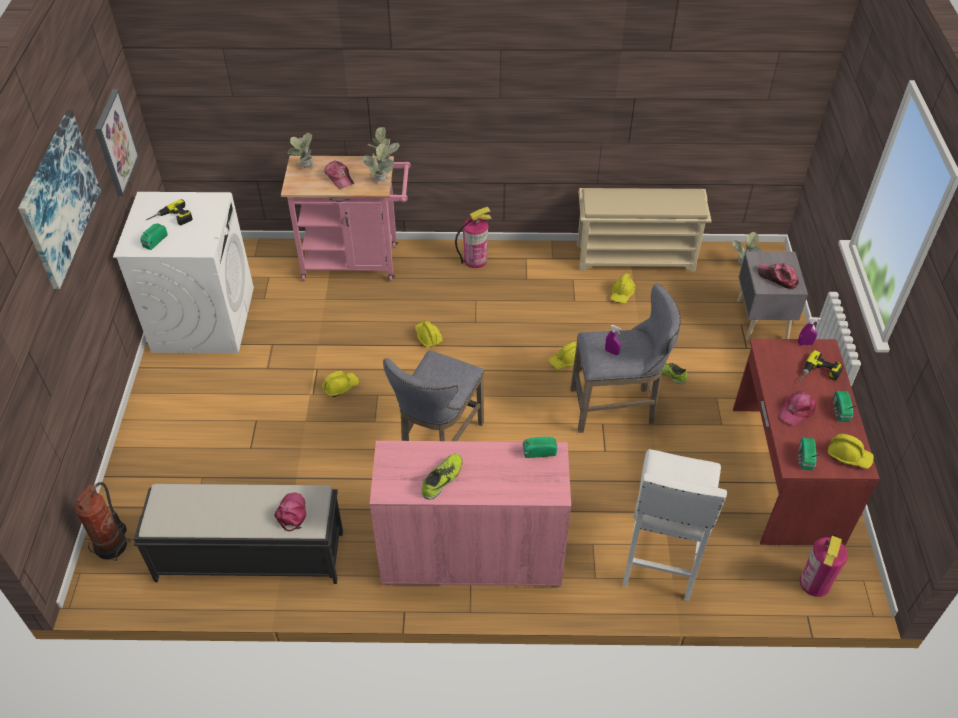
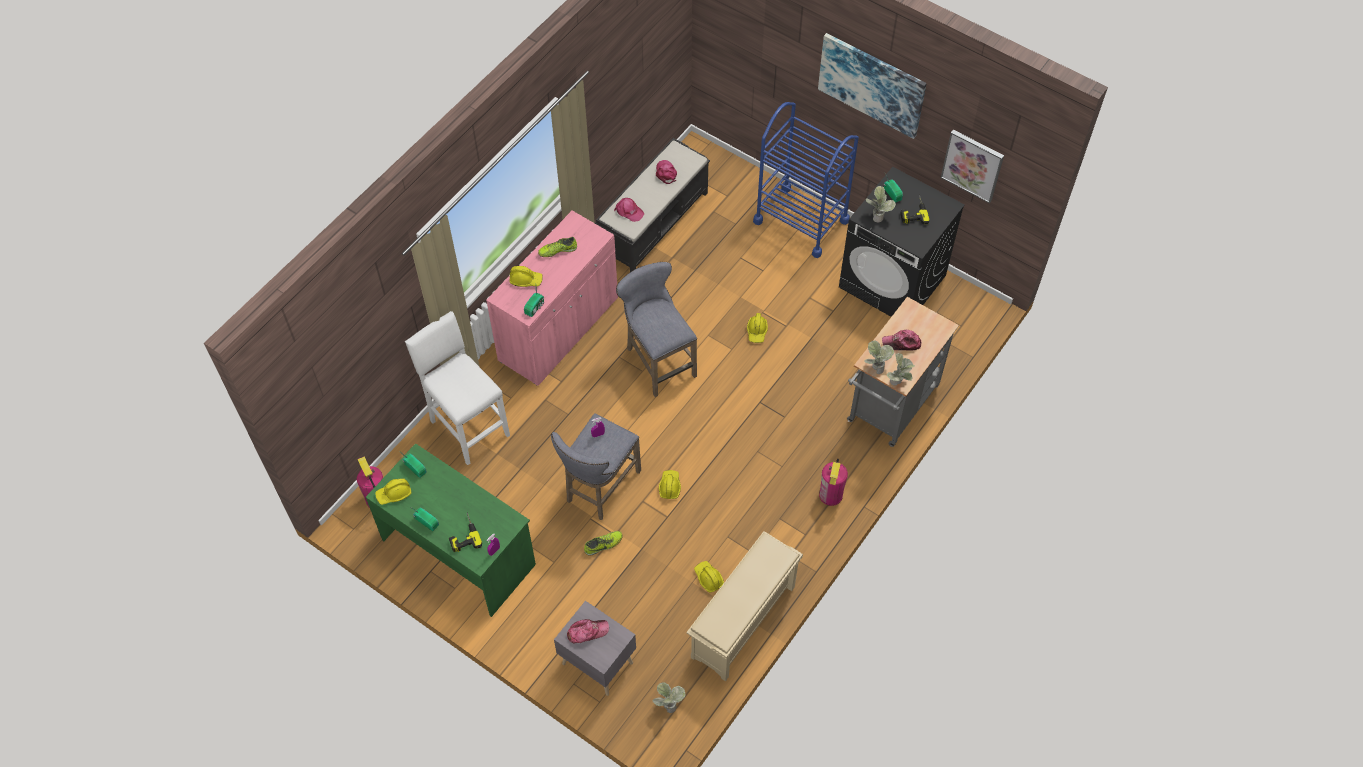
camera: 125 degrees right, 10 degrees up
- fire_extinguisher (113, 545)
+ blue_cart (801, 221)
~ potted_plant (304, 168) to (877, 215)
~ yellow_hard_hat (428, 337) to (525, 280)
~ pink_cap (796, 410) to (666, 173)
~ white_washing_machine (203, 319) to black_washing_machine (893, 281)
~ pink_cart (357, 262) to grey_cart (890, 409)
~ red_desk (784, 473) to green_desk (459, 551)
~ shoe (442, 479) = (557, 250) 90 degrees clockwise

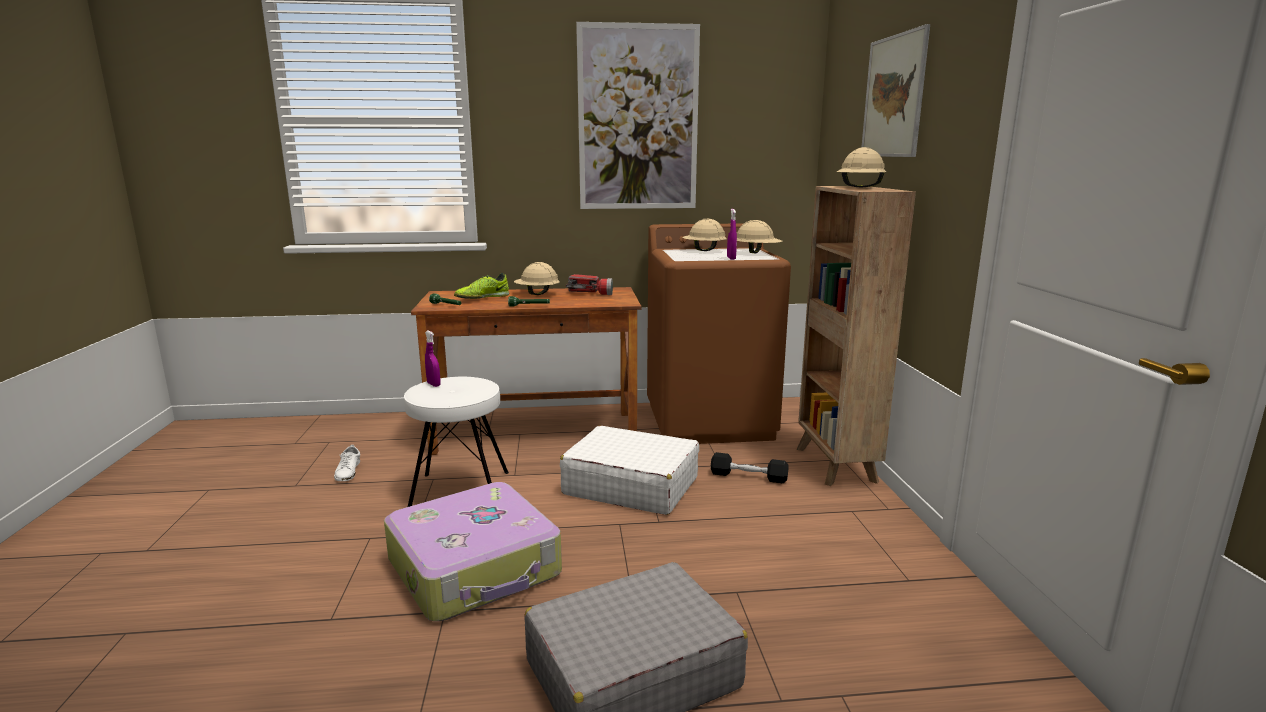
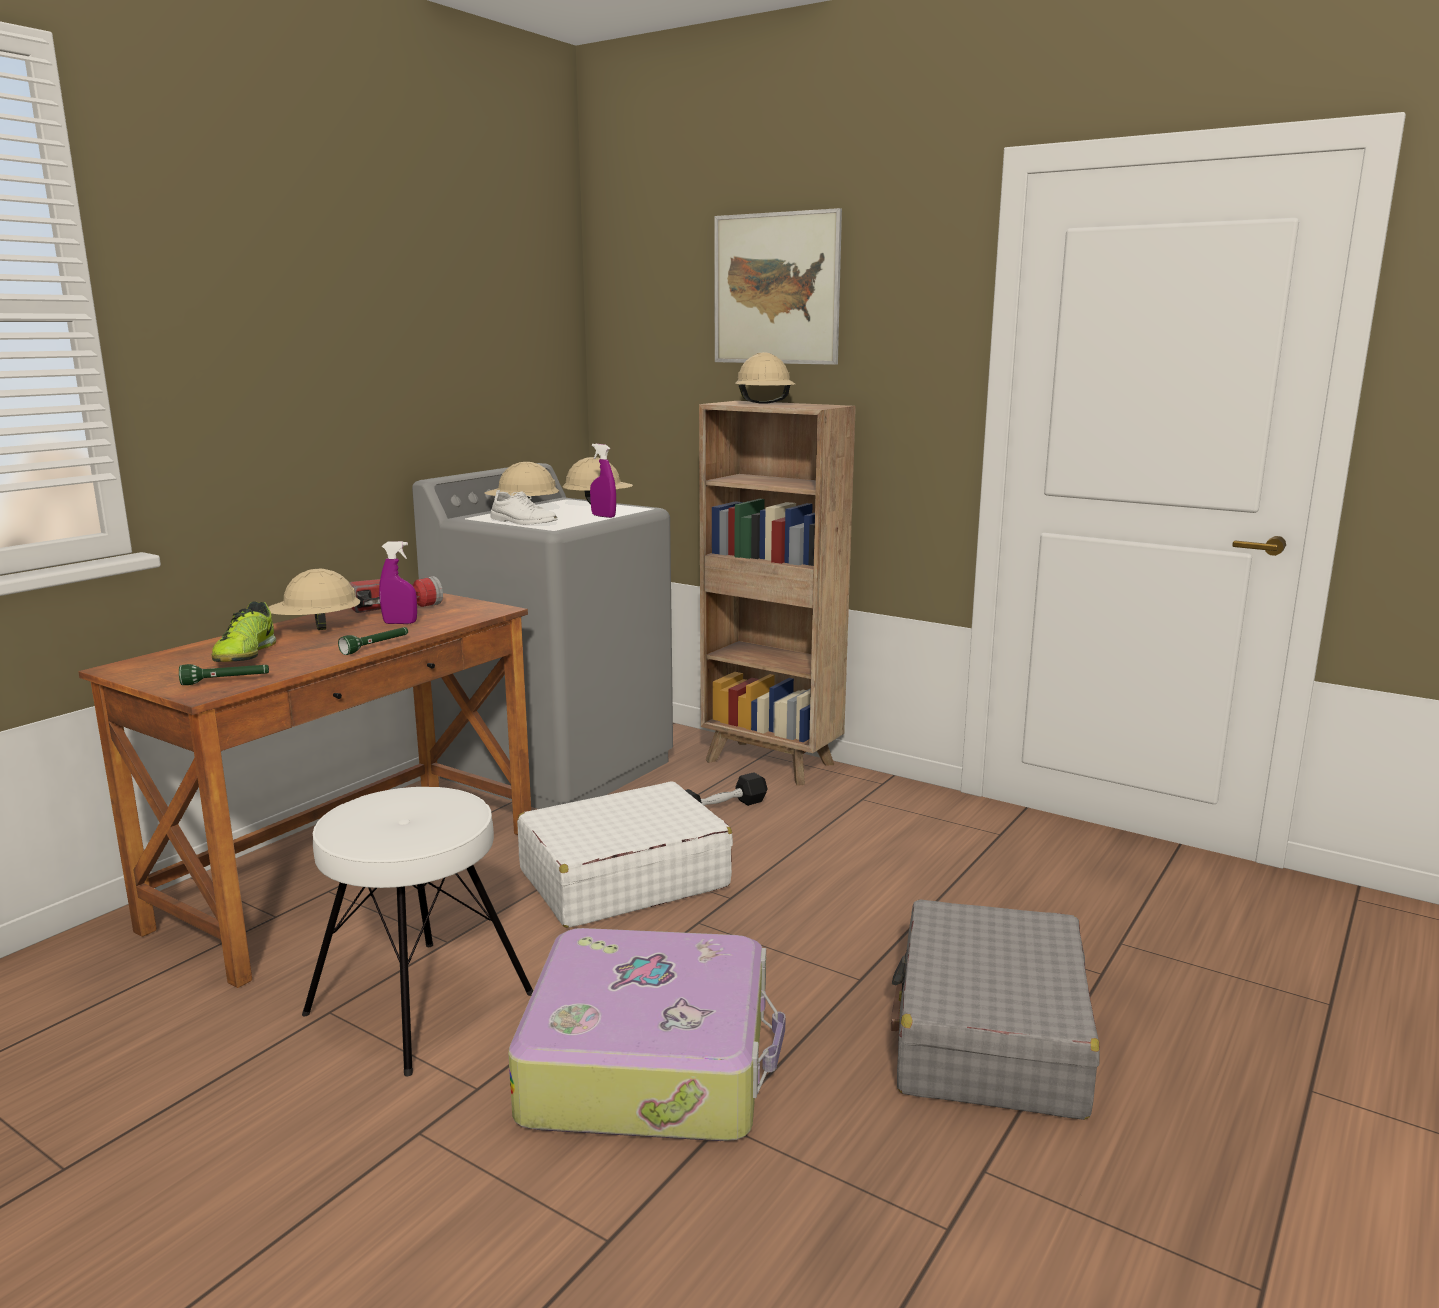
camera: 50 degrees left, 0 degrees up
- picture (638, 119)
~ white_shoe (348, 472) to (523, 521)
~ purple_spray_bottle (433, 384) to (400, 623)
~ brown_washing_machine (710, 421) to grey_washing_machine (557, 768)

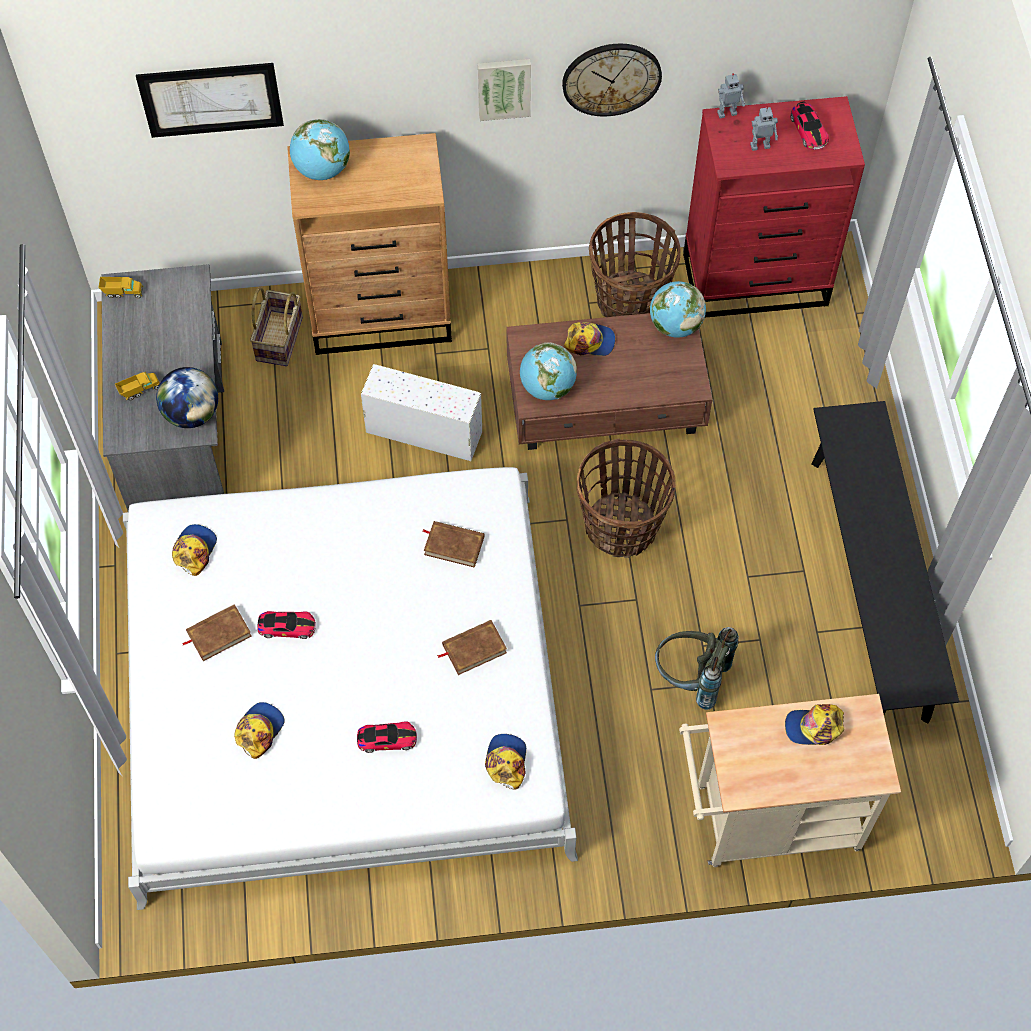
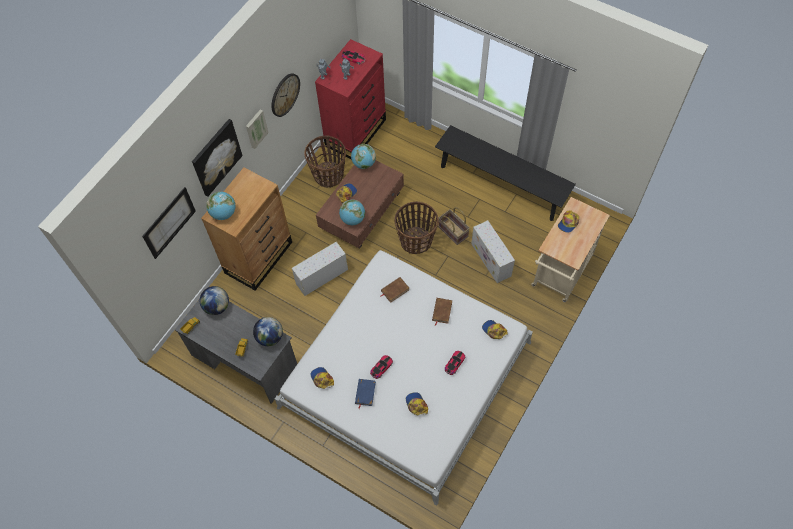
camera: 50 degrees left, 0 degrees up
+ picture (216, 157)
+ globe (217, 306)
~ basket (280, 339) to (453, 231)
~ grey_backpack (691, 678) to white_storage_box (491, 260)
~ brown_book (218, 634) to blue_book (365, 393)

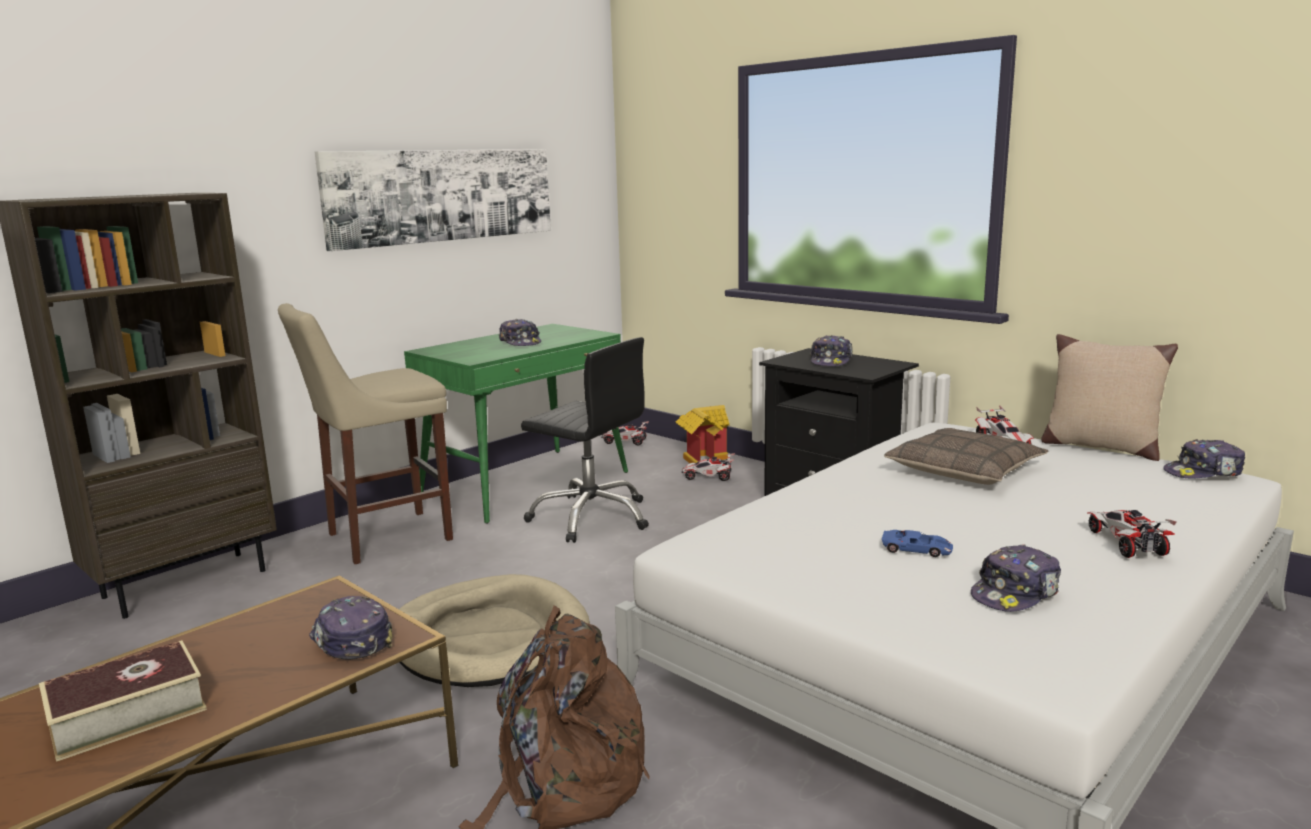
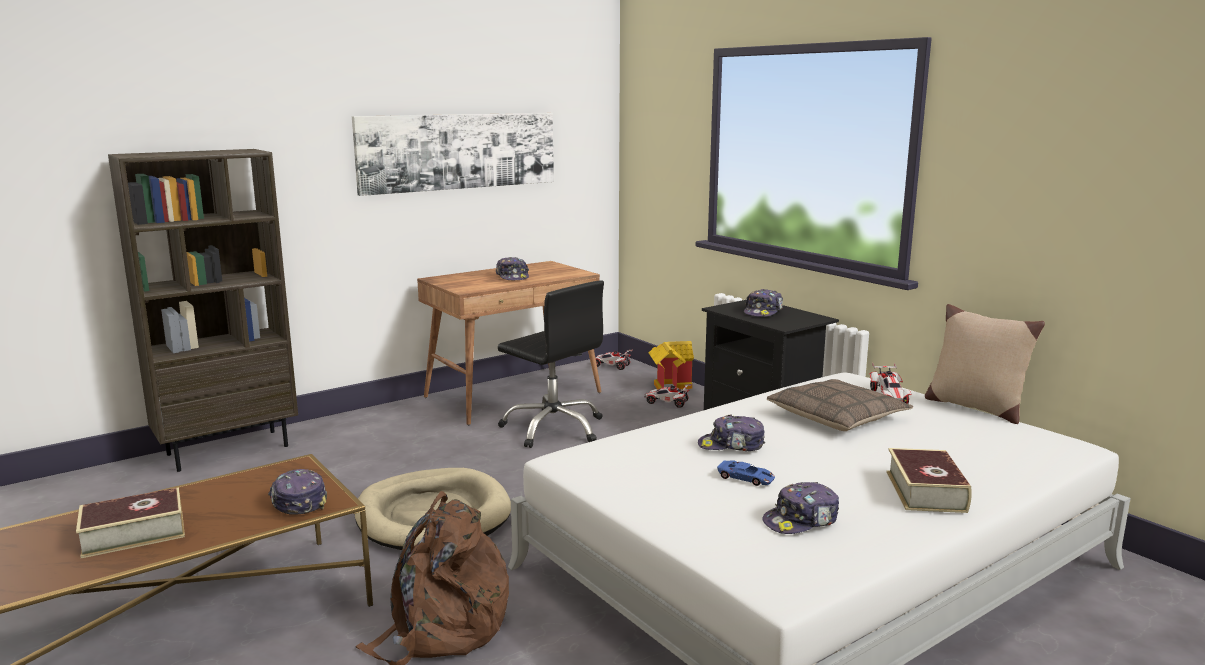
camera: 10 degrees right, 0 degrees up
- beige_stool (382, 538)
~ cap (1204, 473) to (731, 445)
~ toy_car (1125, 543) to book (925, 491)
~ green_desk (526, 483) to brown_desk (513, 395)

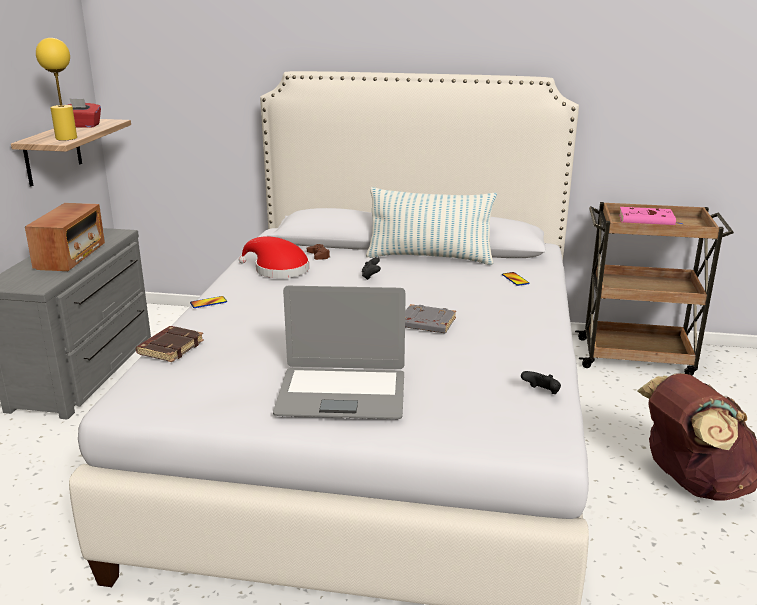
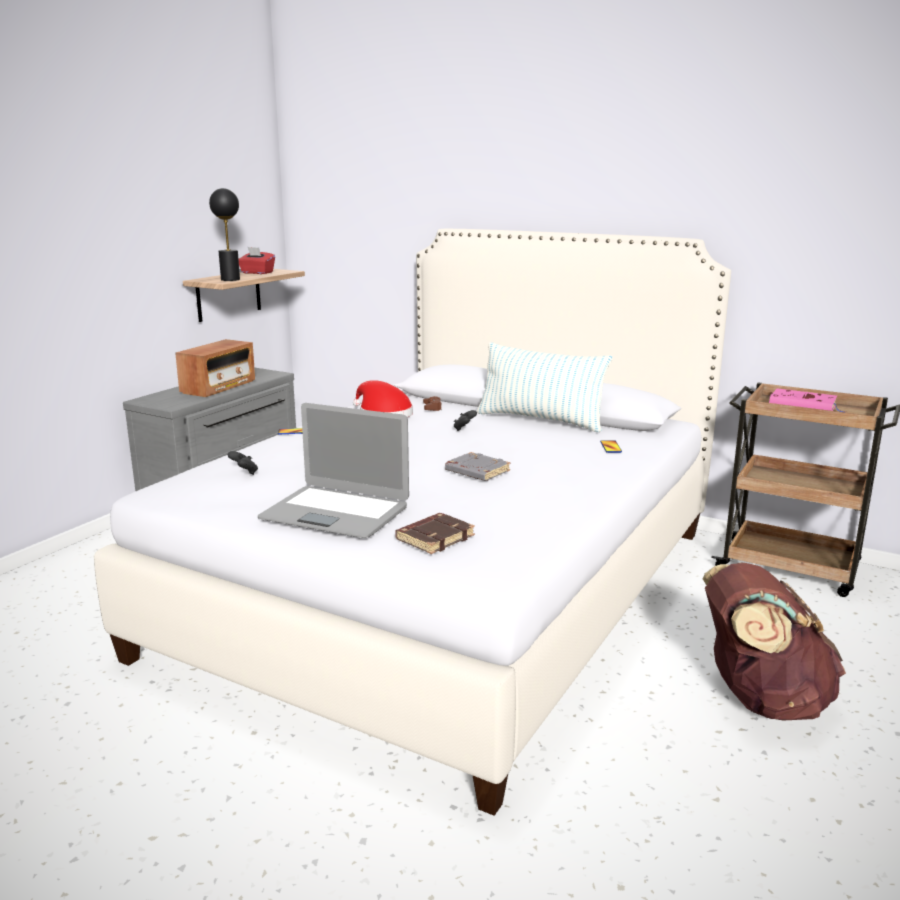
camera: 20 degrees right, 5 degrees down
~ brown_book (170, 348) to (435, 538)
~ black_game_controller (541, 393) to (244, 472)
~ yellow_table_lamp (66, 138) to black_table_lamp (230, 279)

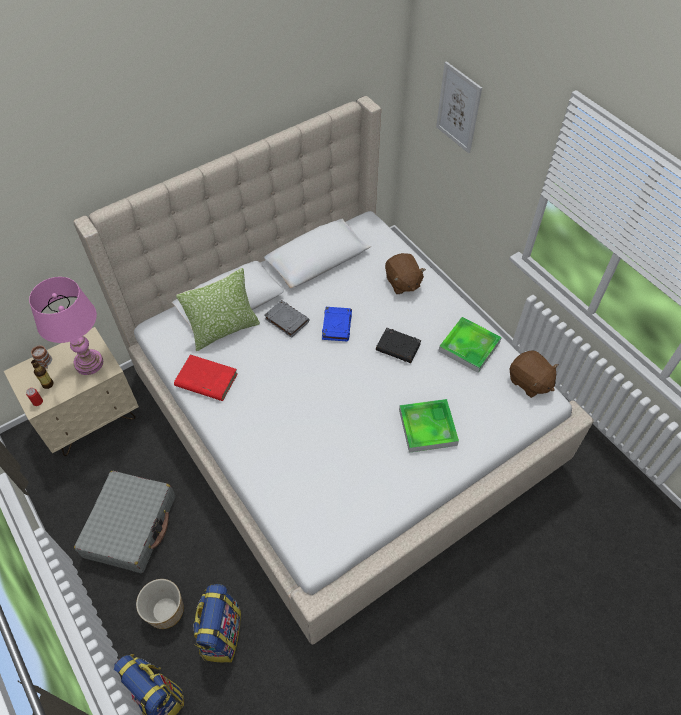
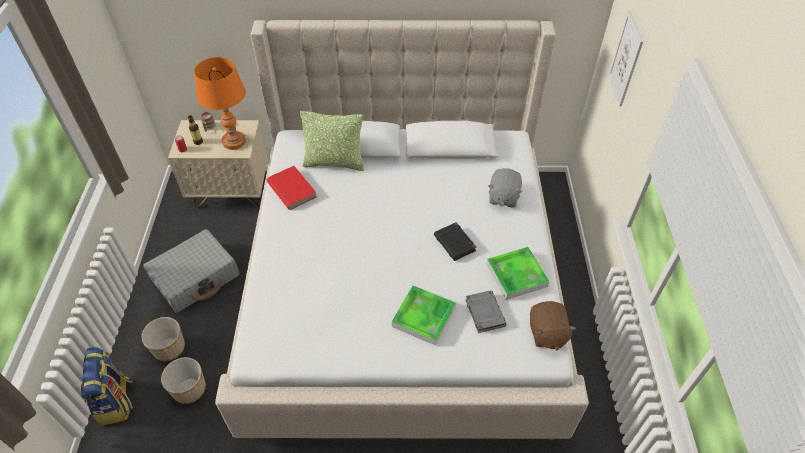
camera: 35 degrees right, 5 degrees down
- blue_book (336, 325)
~ grey_book (286, 320) to (484, 312)
~ backpack (221, 633) to planter (189, 388)
~ pink_table_lamp (89, 363) to orange_table_lamp (234, 142)
~ brown_plush_toy (402, 283) to grey_plush_toy (503, 197)

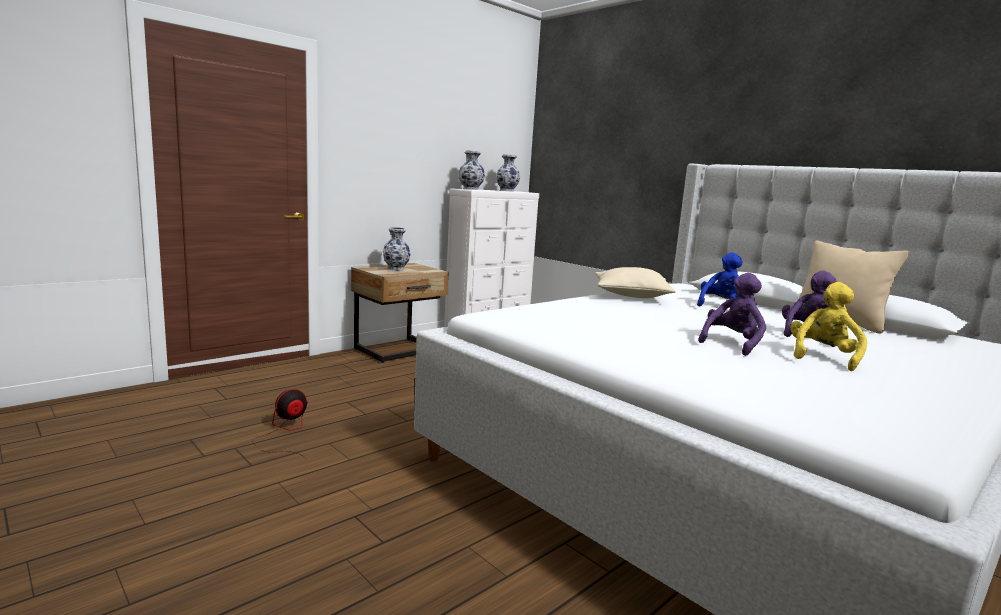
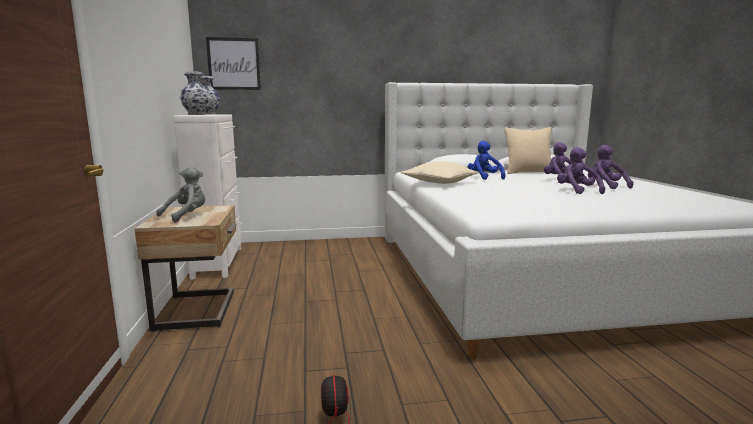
camera: 55 degrees left, 0 degrees up
+ picture (234, 64)
~ vase (396, 269) to grey_plush_toy (187, 216)
~ yellow_plush_toy (823, 357) to purple_plush_toy (605, 186)

